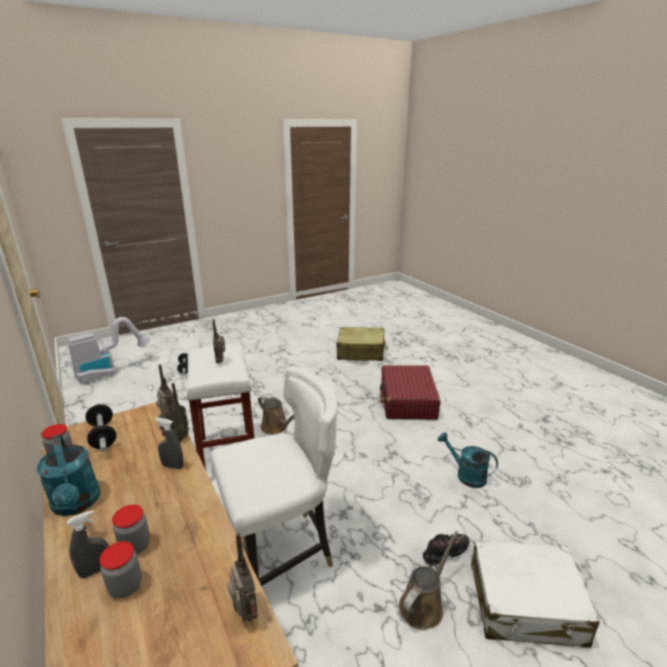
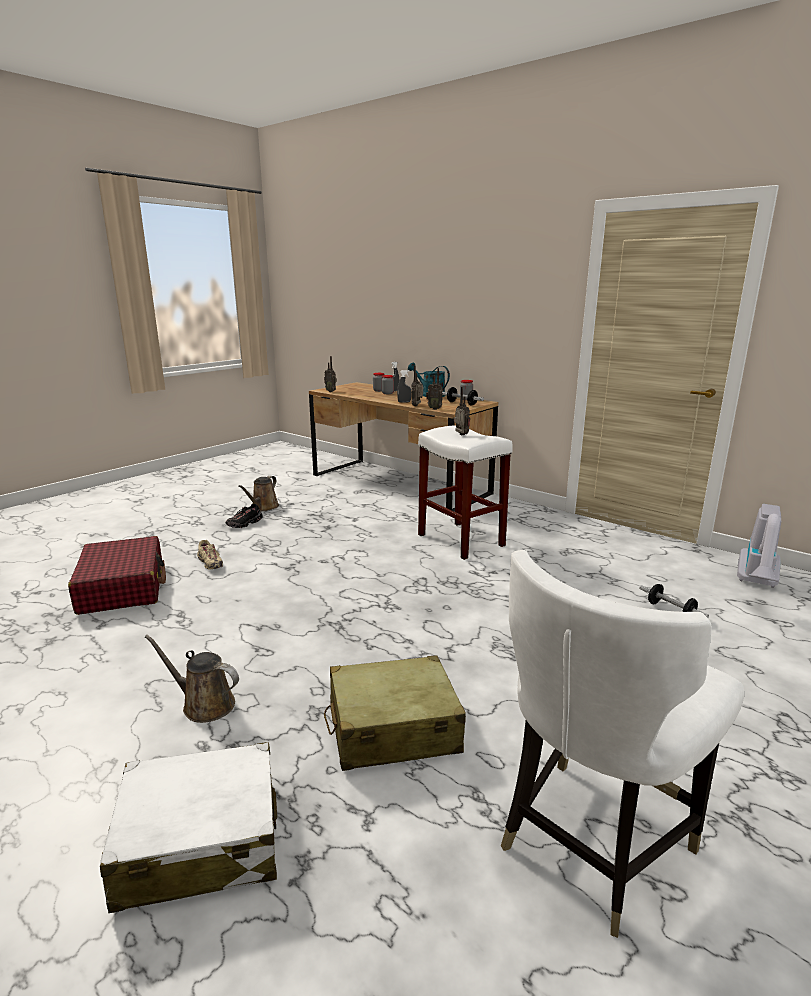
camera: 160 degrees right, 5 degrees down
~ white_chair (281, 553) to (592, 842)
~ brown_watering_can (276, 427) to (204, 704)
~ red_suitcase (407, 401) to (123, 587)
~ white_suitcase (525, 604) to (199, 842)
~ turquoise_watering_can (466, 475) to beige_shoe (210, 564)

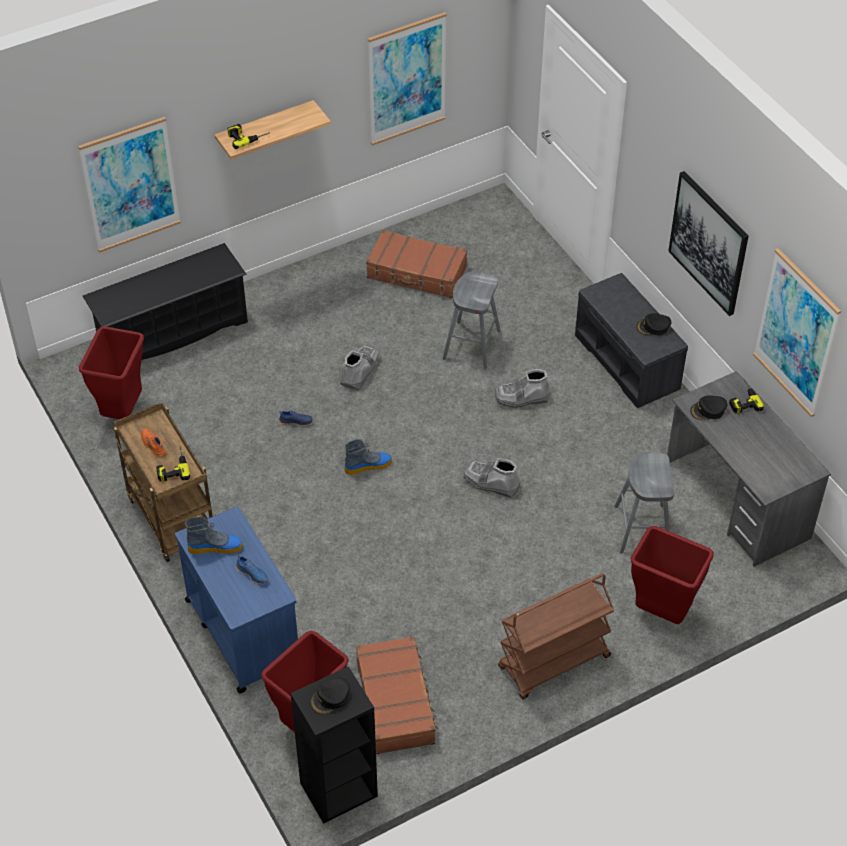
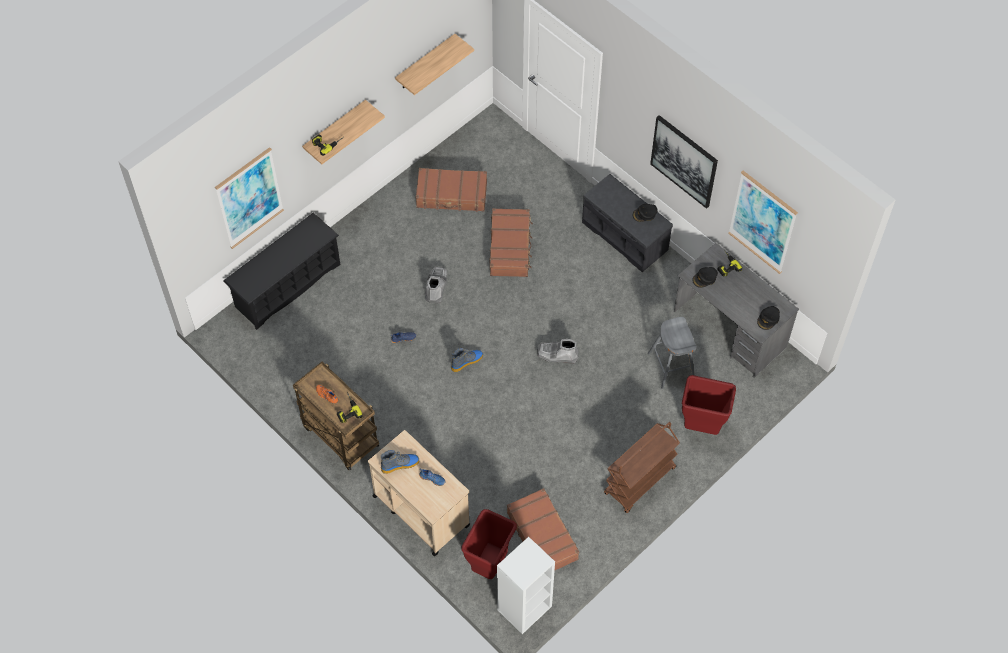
camera: 15 degrees left, 10 degrees up
- red_trash_can (122, 411)
- grey_boot (522, 398)
~ black_cap (330, 698) to (768, 319)
~ picture (407, 79) to shelf (425, 62)
~ grey_stool (471, 345) to brown_suitcase (510, 247)
~ blue_cart (242, 631) to beige_cart (420, 510)
~ black_bookcase (338, 791) to white_bookcase (524, 609)

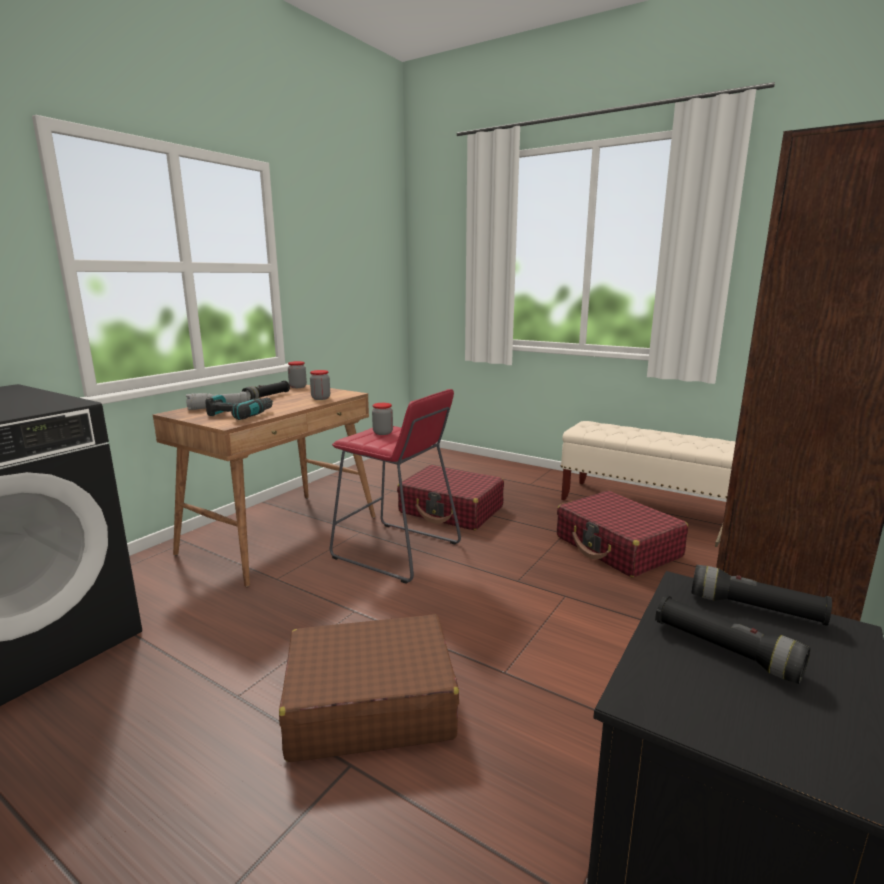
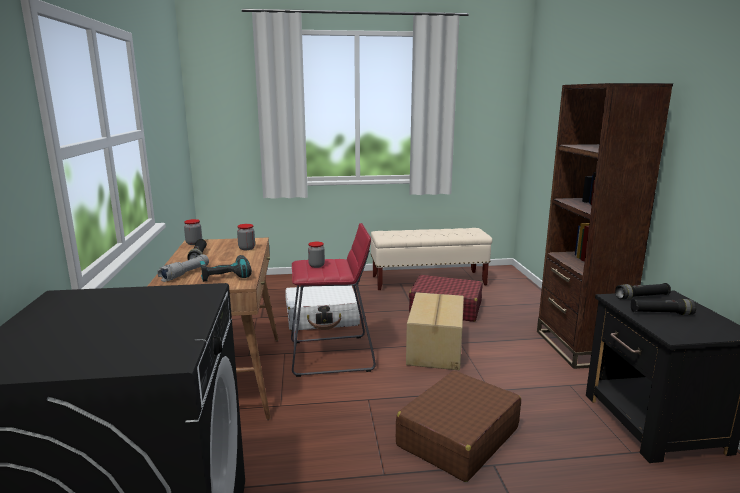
camera: 40 degrees left, 0 degrees up
+ cardboard_box (436, 348)
~ red_suitcase (451, 510) to white_suitcase (322, 318)

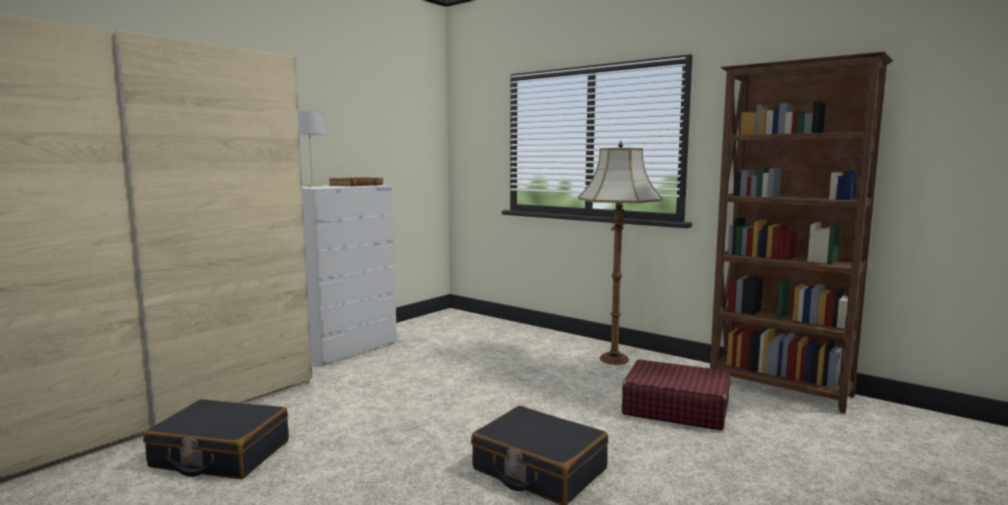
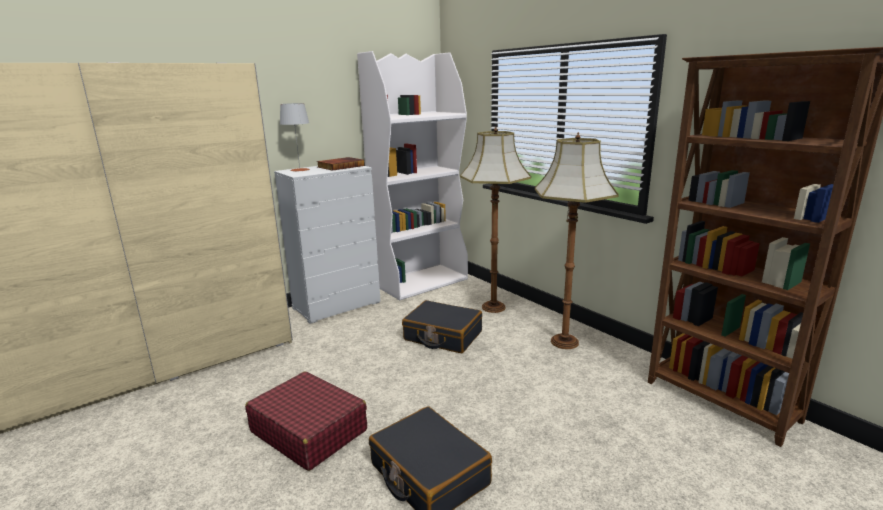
camera: 15 degrees right, 10 degrees up
+ white_bookcase (421, 282)
+ floor_lamp (493, 307)
~ black_suitcase (220, 454) to (442, 336)
~ red_suitcase (675, 408) to (308, 431)

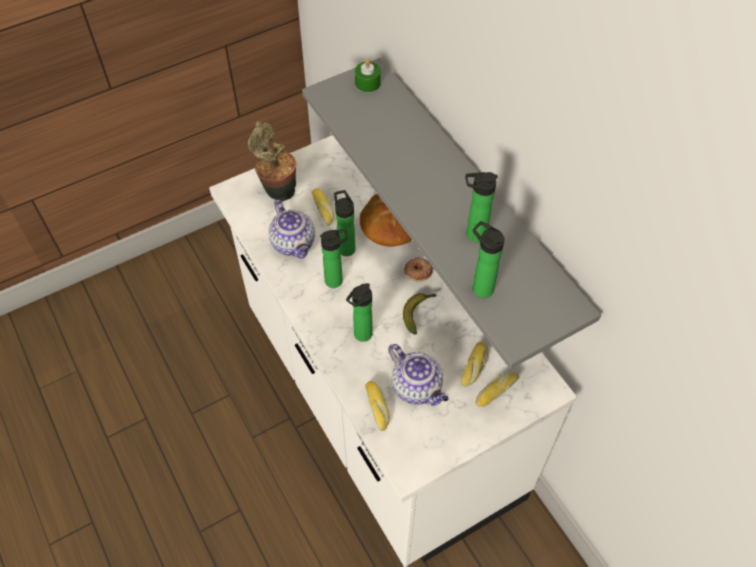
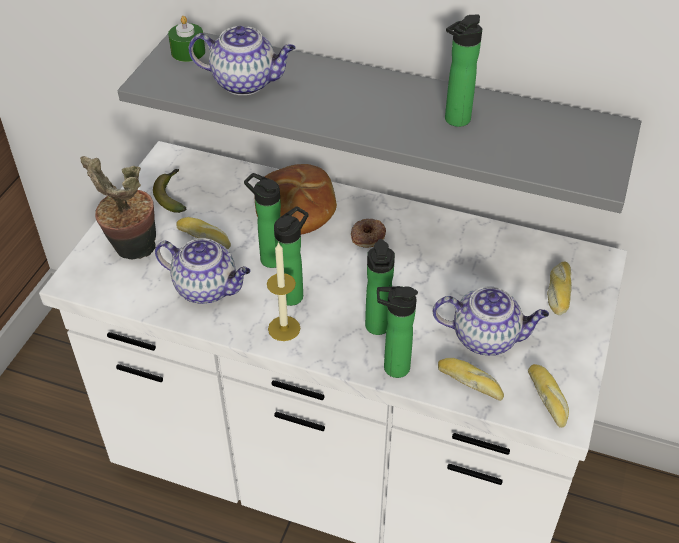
camera: 40 degrees left, 10 degrees down
+ teapot (246, 82)
+ candle (284, 328)
~ banana (418, 312) to (172, 195)
~ bread (475, 367) to (548, 399)
~ bottle (480, 287) to (392, 368)

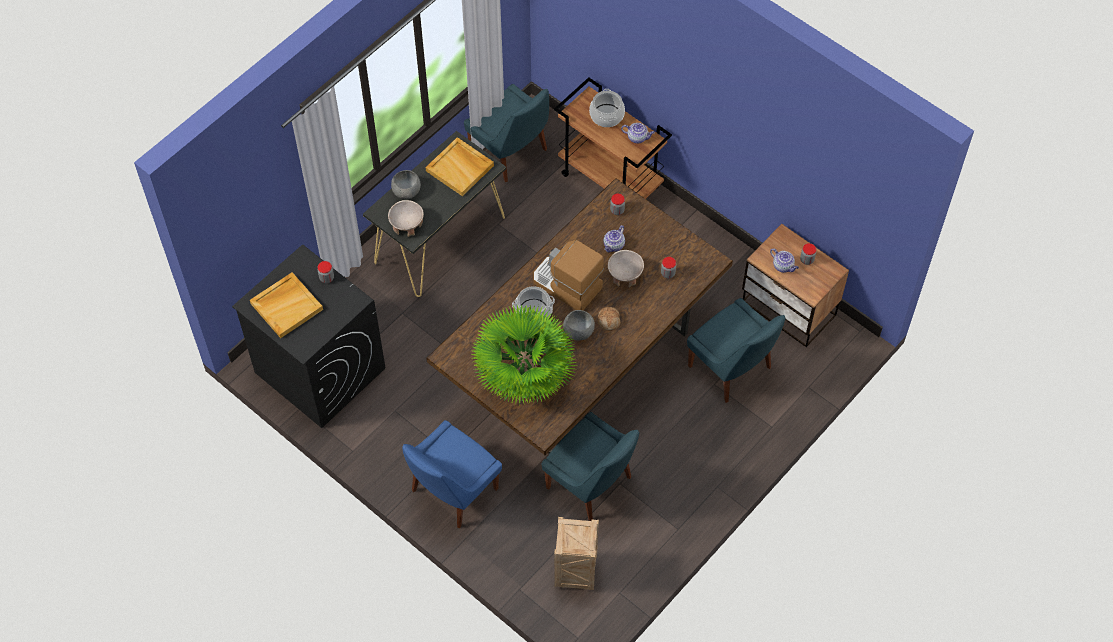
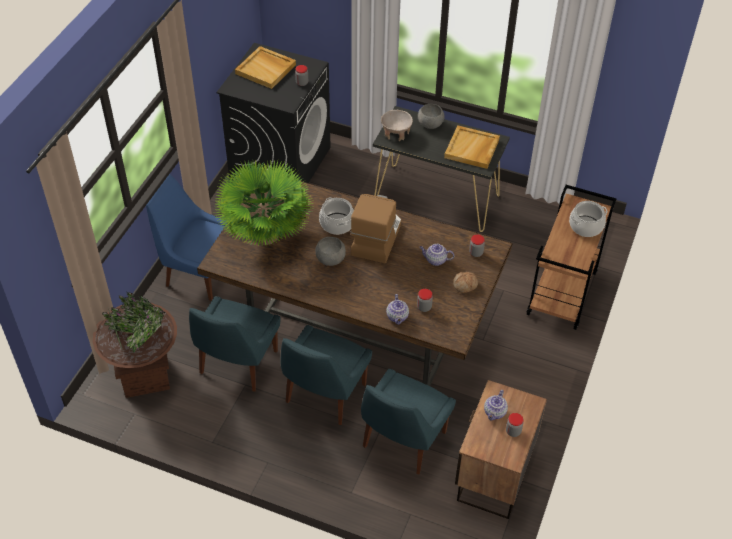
camera: 70 degrees right, 10 degrees down
- beige_bowl (625, 276)
~ blue_chair (511, 153) to (324, 395)
~ bread (609, 321) to (465, 285)
~ teapot (638, 137) to (397, 317)
~ crate (574, 573) to brown_planter (145, 375)

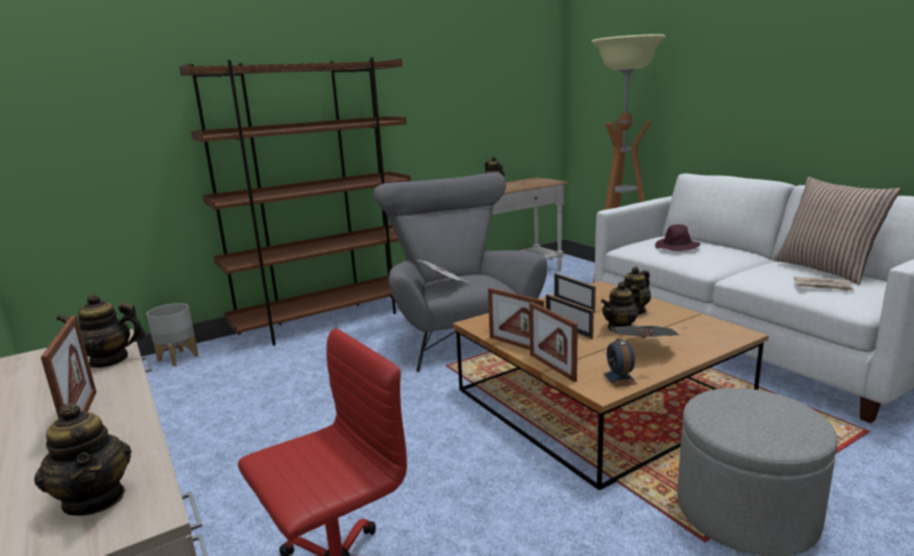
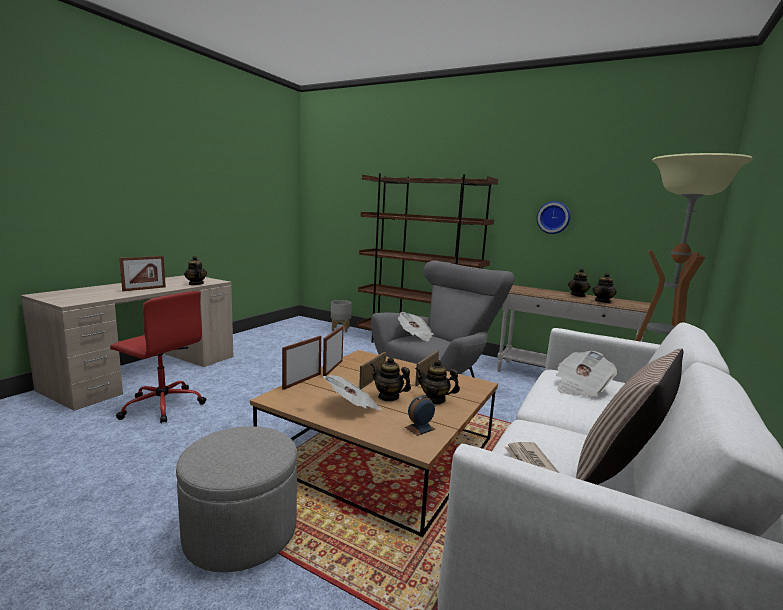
camera: 60 degrees right, 5 degrees down
+ wall_clock (553, 217)
~ teapot (95, 499) to (602, 301)
~ alarm_clock (619, 378) to (420, 428)
~ purple_hat (677, 247) to newspaper (580, 388)

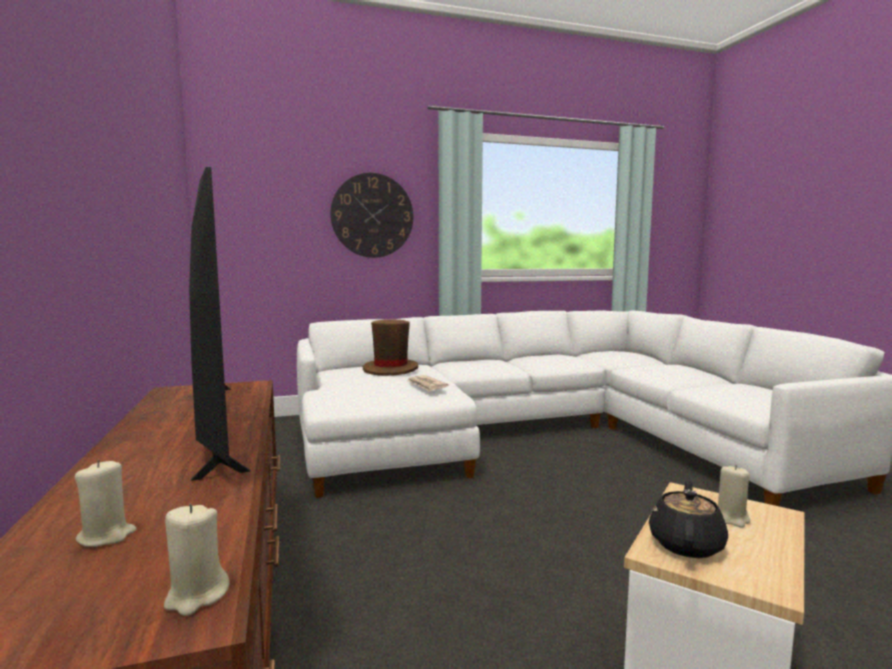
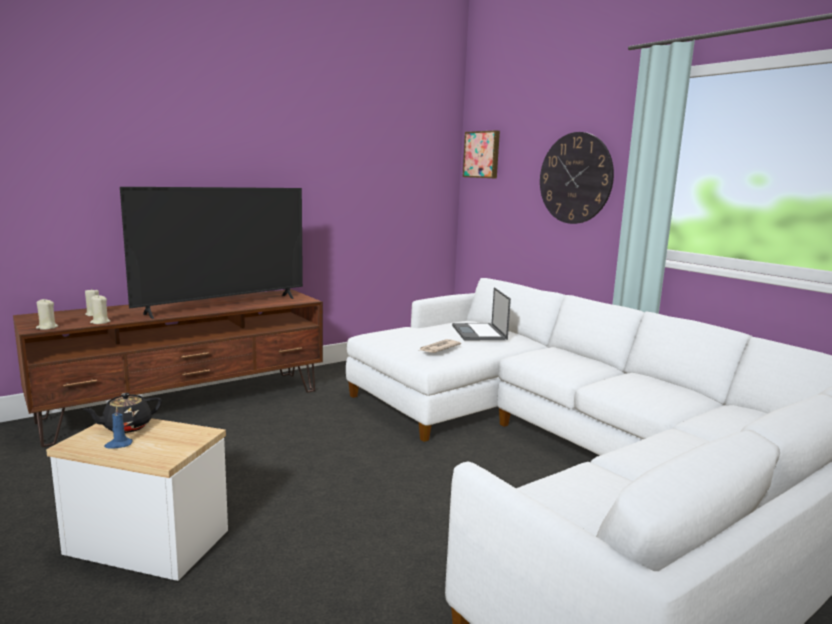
camera: 70 degrees right, 5 degrees up
+ blue_candle (118, 445)
+ picture (482, 154)
~ beige_candle (731, 518) to (100, 322)
~ brown_hat (391, 369) to laptop (479, 333)
~ black_teapot (686, 543) = (126, 427) 135 degrees clockwise

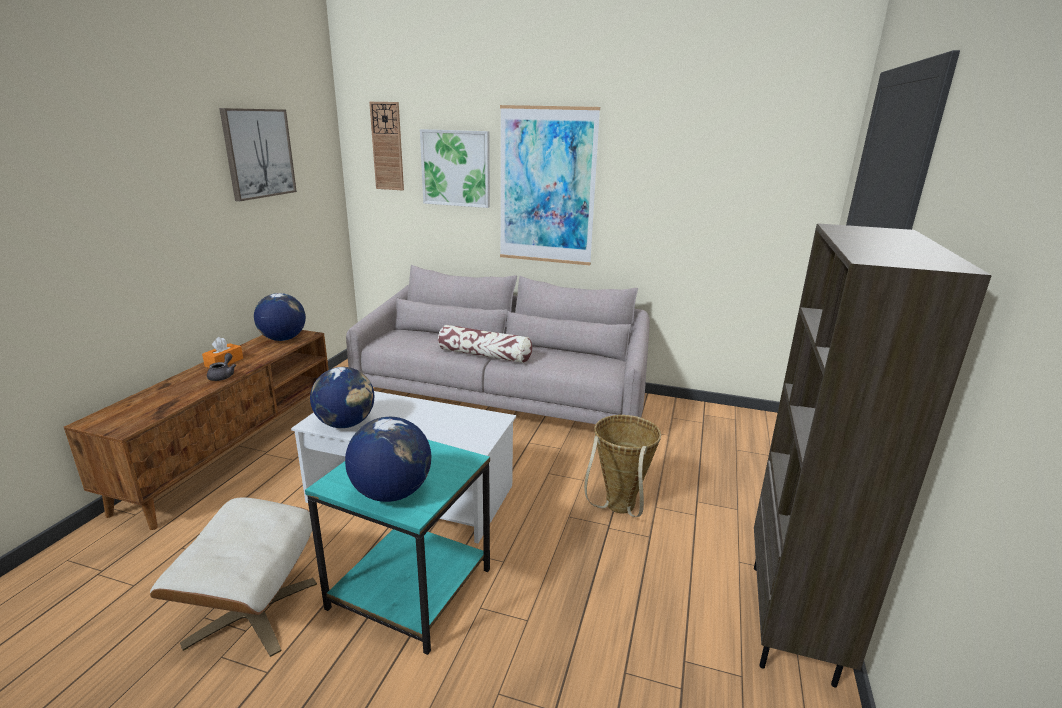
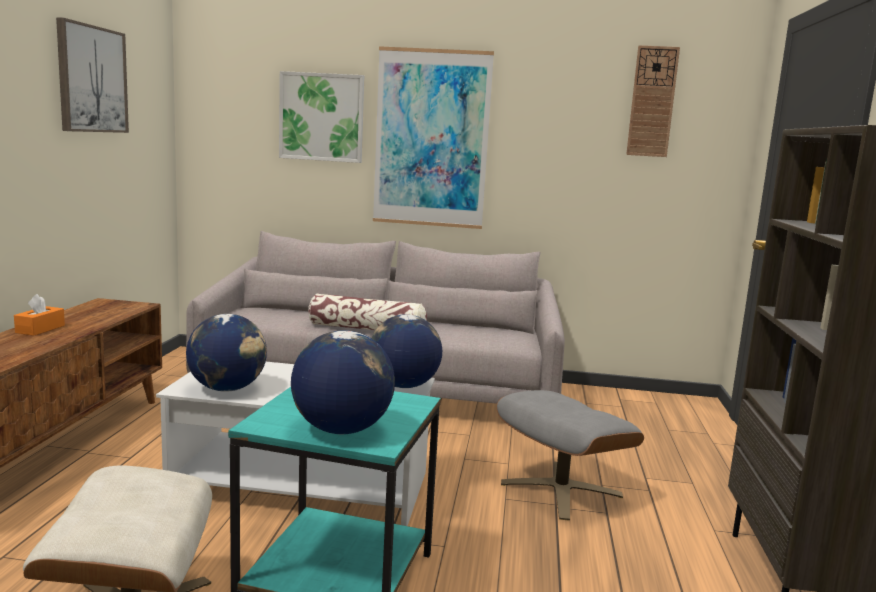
camera: 10 degrees left, 10 degrees down
- grey_teapot (223, 376)
~ globe (283, 339) to (403, 386)
~ wall_clock (387, 146) to (652, 102)
~ basket (618, 510) to grey_ottoman (560, 489)

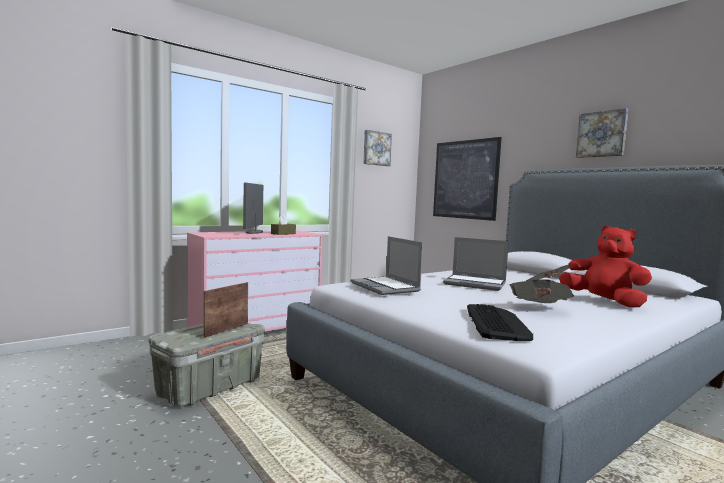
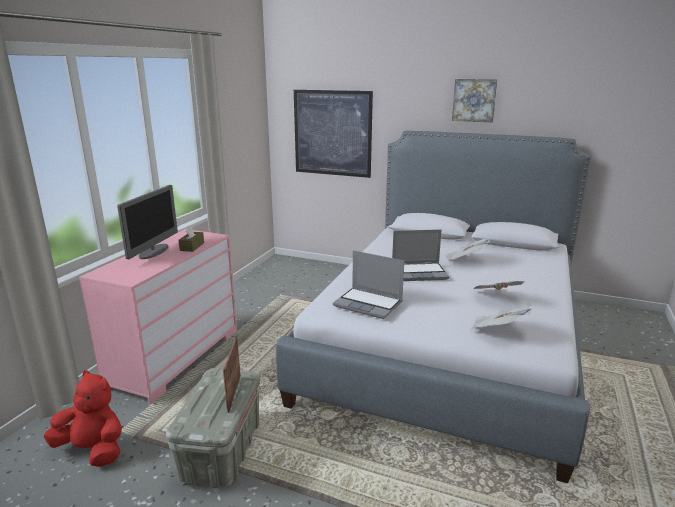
camera: 30 degrees left, 15 degrees up
- picture (376, 148)
~ red_plush_toy (604, 302) to (93, 450)
~ keyboard (496, 323) to newspaper (497, 330)
~ monitor (254, 232) = (154, 251) 135 degrees counterclockwise

